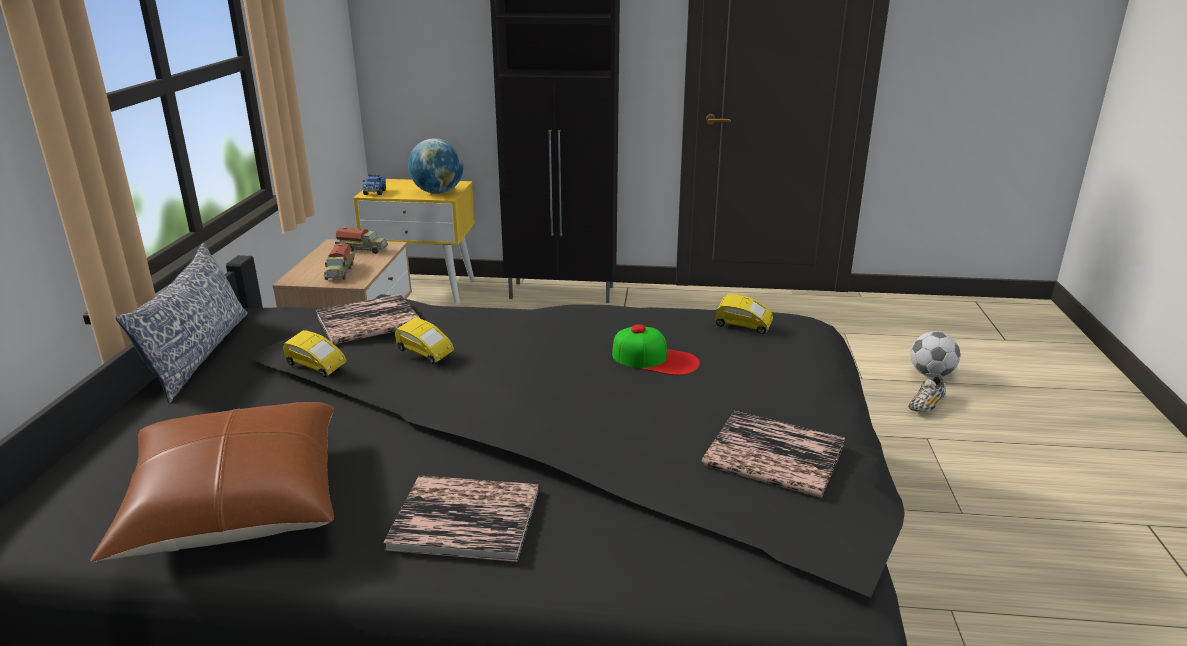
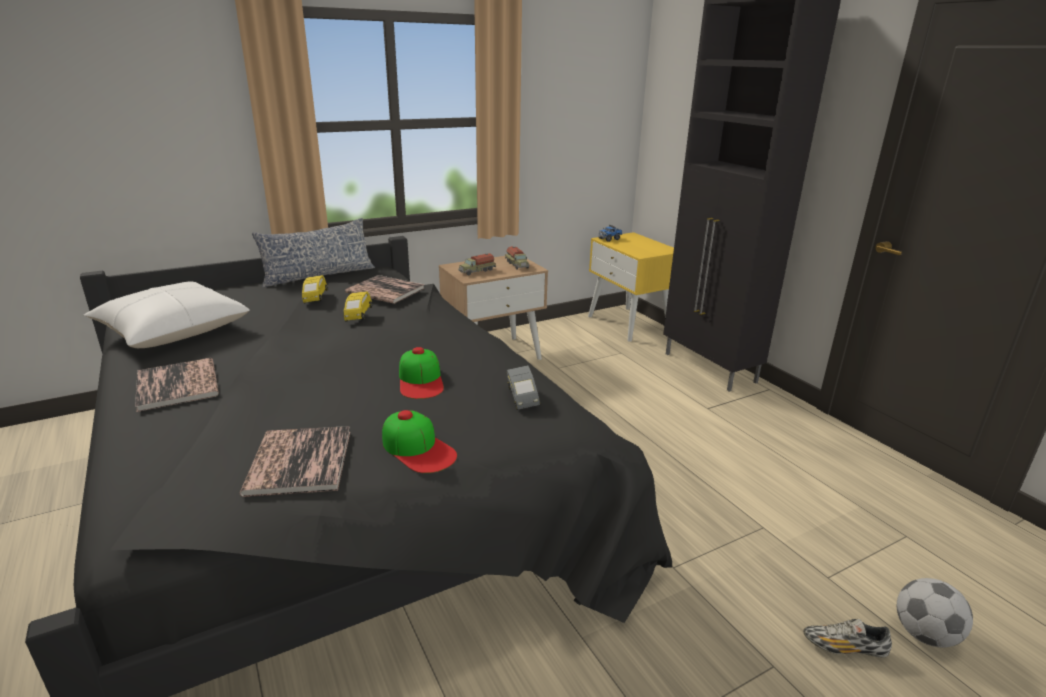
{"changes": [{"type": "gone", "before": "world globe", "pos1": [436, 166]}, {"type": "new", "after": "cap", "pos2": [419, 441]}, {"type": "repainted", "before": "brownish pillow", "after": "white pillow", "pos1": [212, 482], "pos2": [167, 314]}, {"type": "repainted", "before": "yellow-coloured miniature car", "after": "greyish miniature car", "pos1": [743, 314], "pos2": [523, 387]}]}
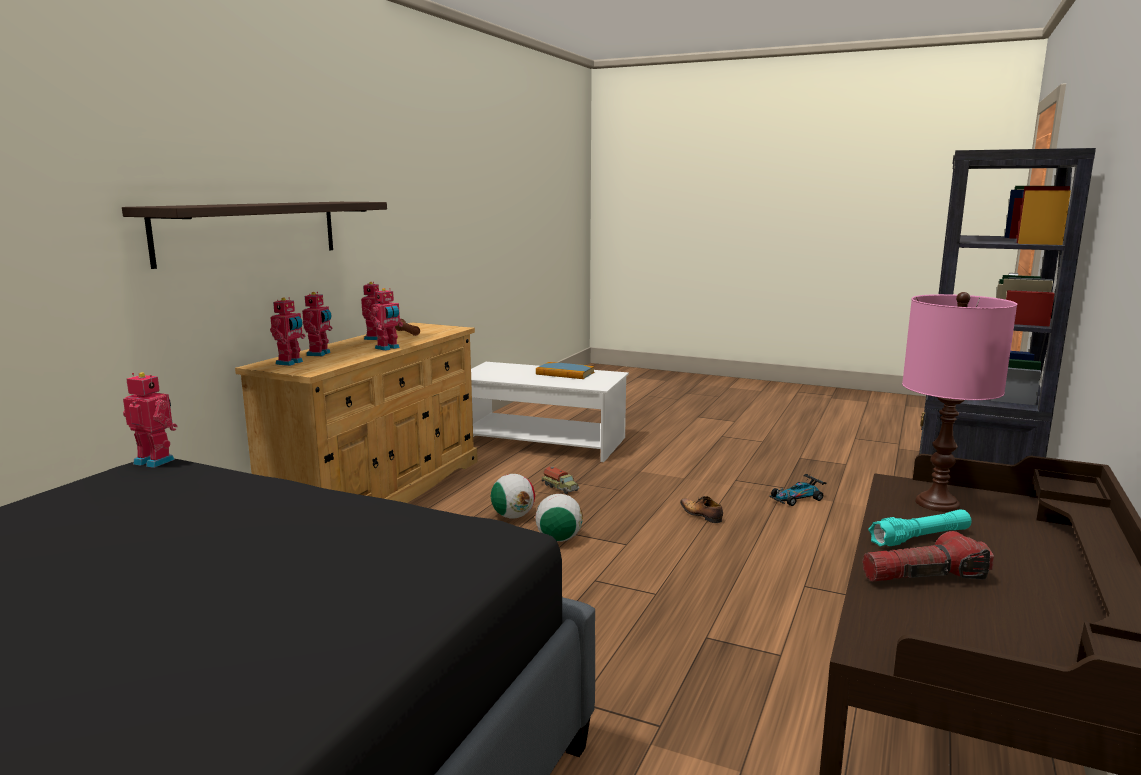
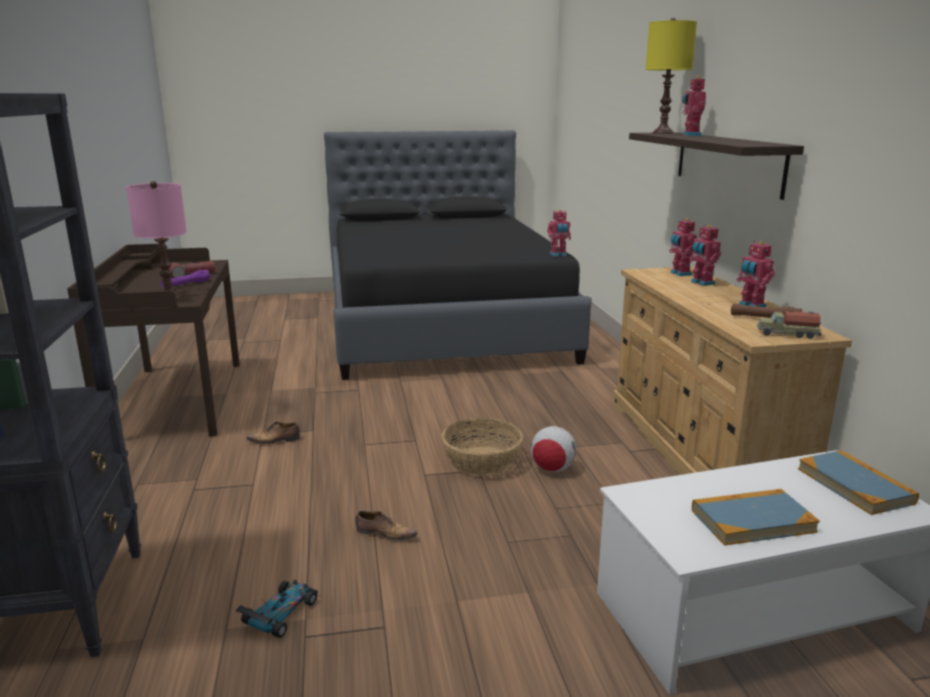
{"changes": [{"type": "new", "after": "low shoe", "pos2": [273, 433]}, {"type": "new", "after": "yellow-coloured table lamp", "pos2": [671, 76]}, {"type": "new", "after": "volume", "pos2": [858, 482]}, {"type": "shifted", "before": "model robot", "pos1": [386, 319], "pos2": [694, 106]}, {"type": "shifted", "before": "toy lorry", "pos1": [560, 480], "pos2": [789, 325]}, {"type": "swapped", "before": "ball for football", "after": "basket", "pos1": [559, 518], "pos2": [482, 447]}, {"type": "repainted", "before": "turquoise hand torch", "after": "purple-coloured hand torch", "pos1": [919, 527], "pos2": [186, 279]}]}
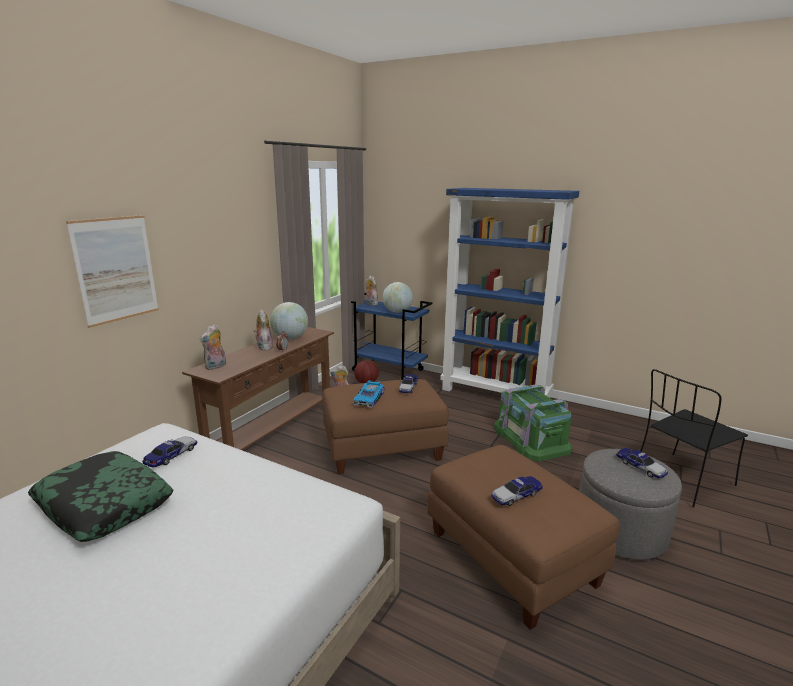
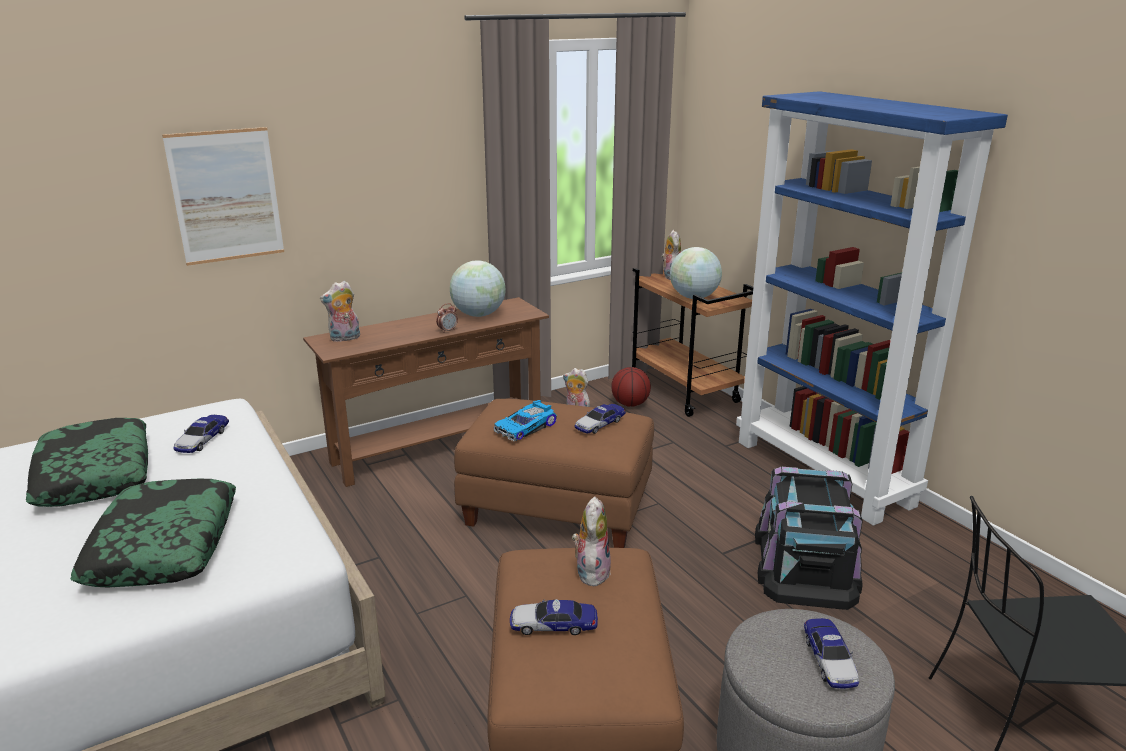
{"changes": [{"type": "new", "after": "pillow", "pos2": [153, 532]}, {"type": "shifted", "before": "plush toy", "pos1": [263, 329], "pos2": [591, 541]}, {"type": "repainted", "before": "blue cart", "after": "brownish cart", "pos1": [391, 336], "pos2": [692, 339]}, {"type": "repainted", "before": "green storage box", "after": "blackish storage box", "pos1": [533, 422], "pos2": [809, 538]}, {"type": "rotated", "before": "miniature car", "pos1": [169, 452], "pos2": [201, 434], "turn": 135}]}
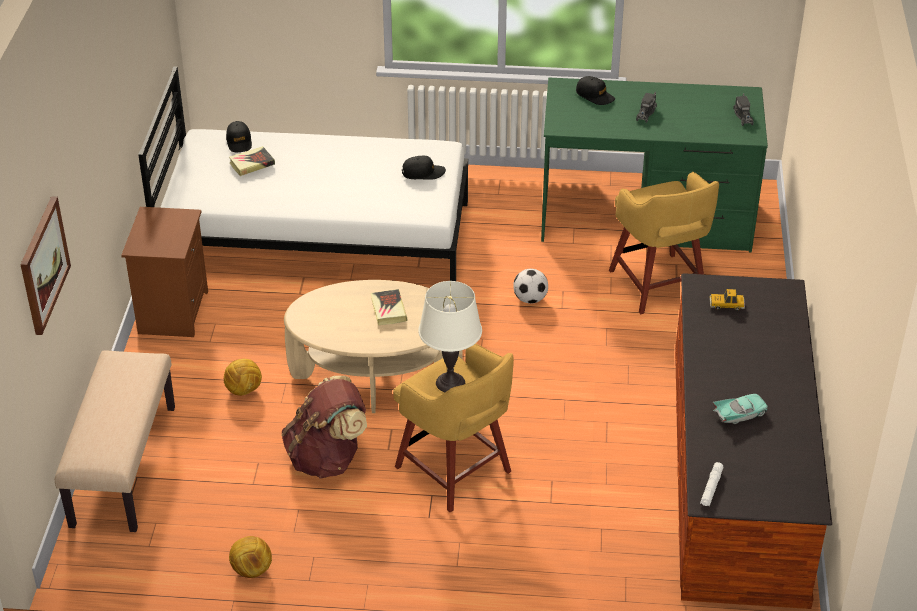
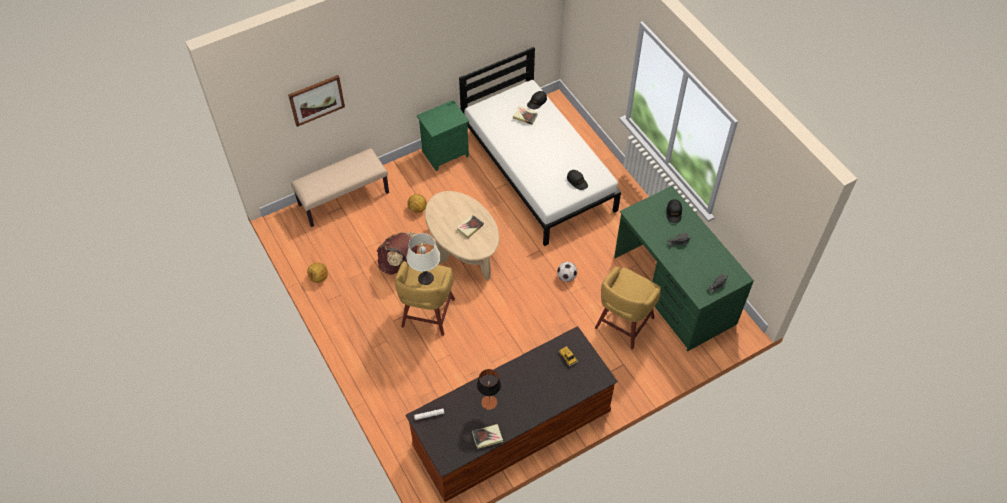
{"changes": [{"type": "new", "after": "volume", "pos2": [487, 436]}, {"type": "swapped", "before": "turquoise miniature car", "after": "table lamp", "pos1": [740, 409], "pos2": [489, 389]}, {"type": "repainted", "before": "brownish nightstand", "after": "green nightstand", "pos1": [164, 272], "pos2": [443, 135]}]}
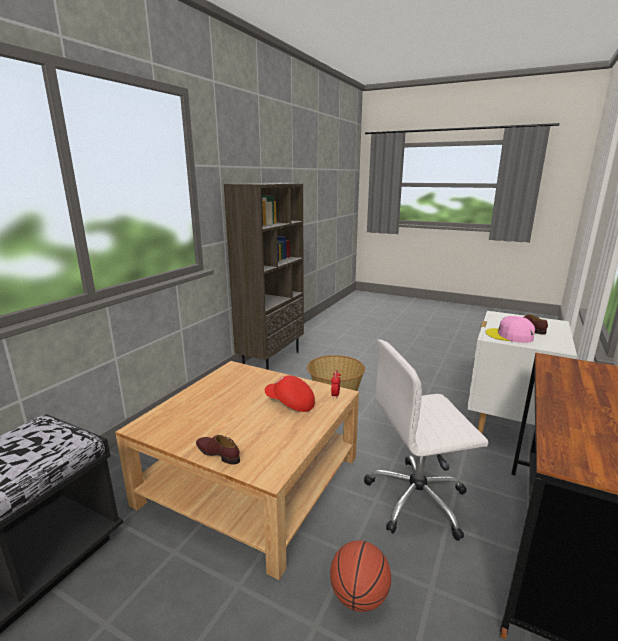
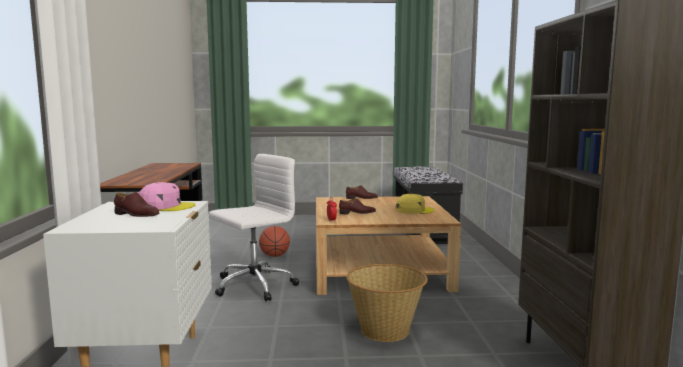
{"changes": [{"type": "new", "after": "yellow-coloured cap", "pos2": [415, 204]}, {"type": "swapped", "before": "red cap", "after": "brownish low shoe", "pos1": [290, 393], "pos2": [357, 206]}]}
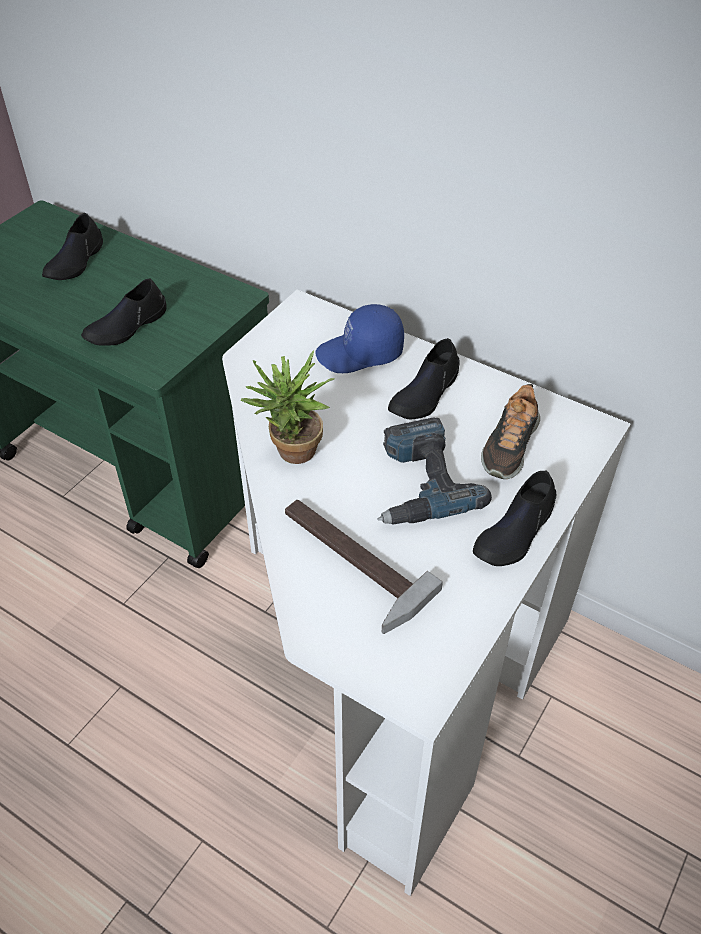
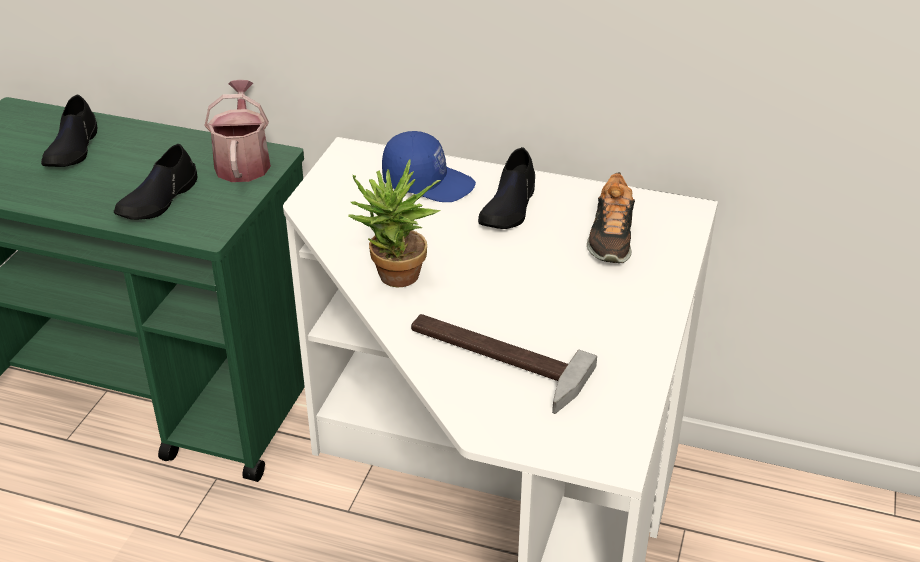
{"changes": [{"type": "gone", "before": "power drill", "pos1": [434, 471]}, {"type": "gone", "before": "blackish low shoe", "pos1": [514, 518]}, {"type": "new", "after": "watering can", "pos2": [237, 131]}, {"type": "rotated", "before": "blue cap", "pos1": [359, 338], "pos2": [429, 166], "turn": -135}]}
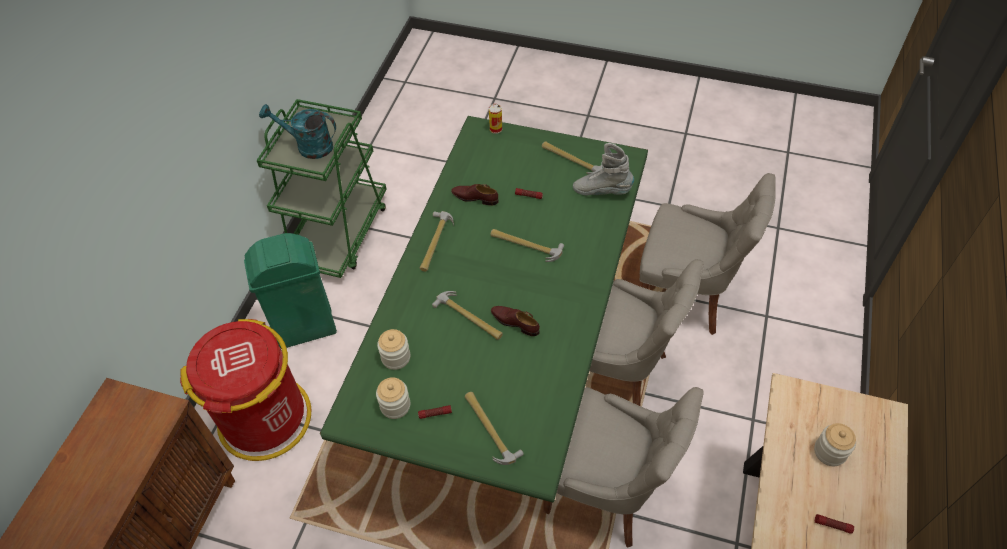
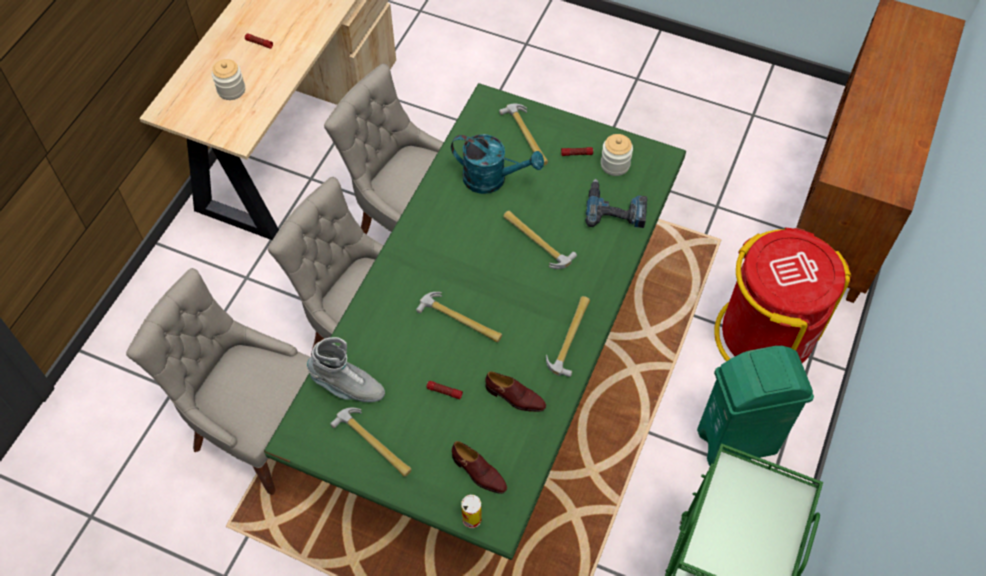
{"changes": [{"type": "shifted", "before": "turquoise watering can", "pos1": [297, 131], "pos2": [497, 164]}, {"type": "shifted", "before": "brownish low shoe", "pos1": [515, 321], "pos2": [479, 467]}, {"type": "swapped", "before": "preserve jar", "after": "power drill", "pos1": [393, 349], "pos2": [616, 203]}]}
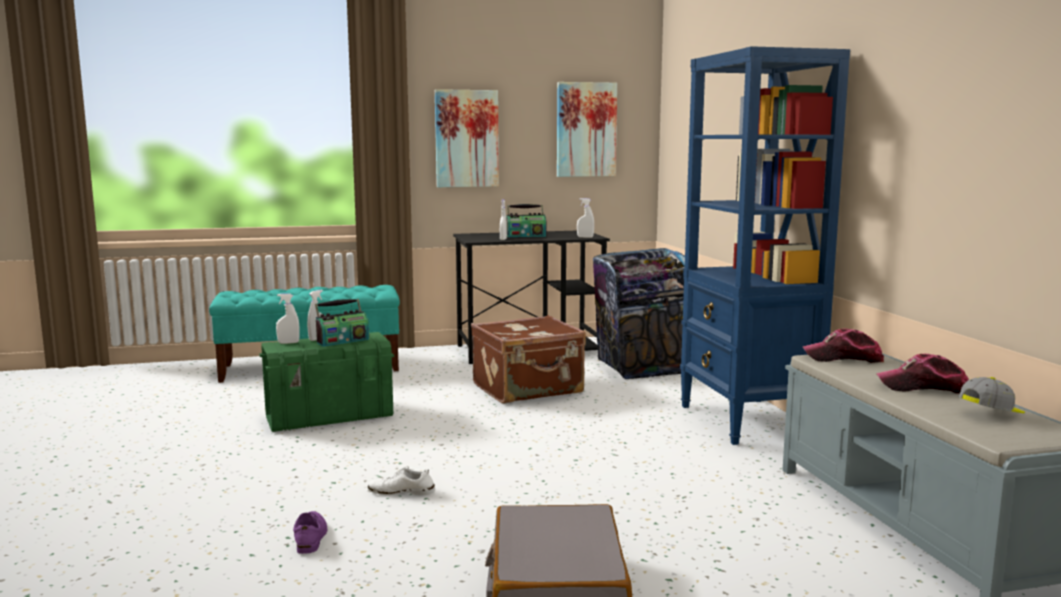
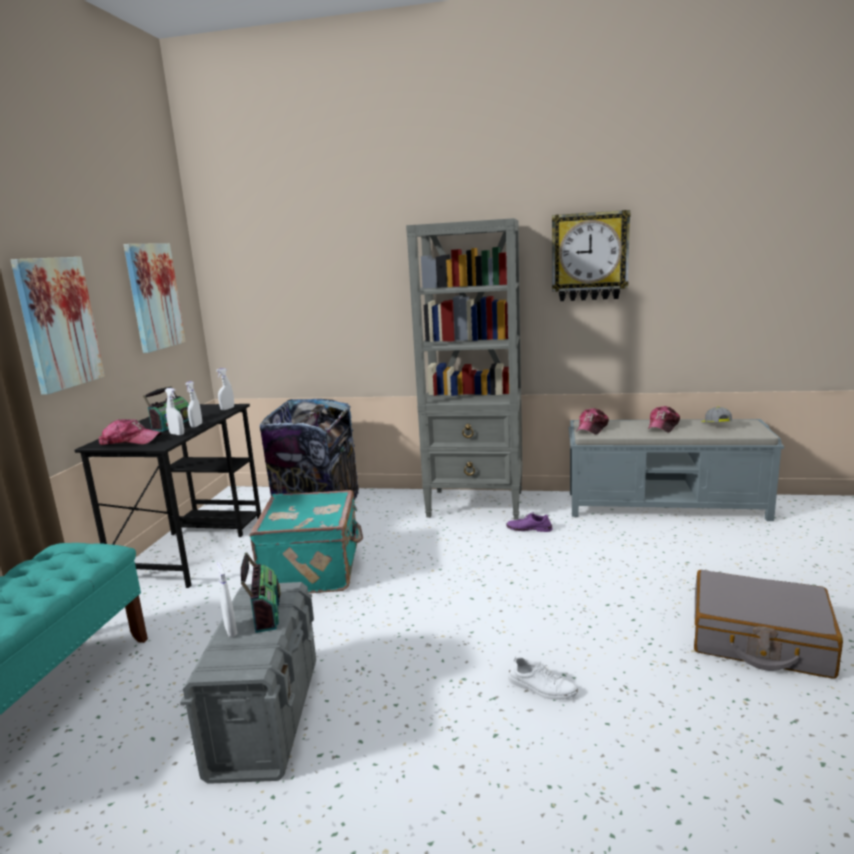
{"changes": [{"type": "new", "after": "cap", "pos2": [130, 432]}, {"type": "new", "after": "wall clock", "pos2": [591, 255]}, {"type": "shifted", "before": "white hand sprayer", "pos1": [288, 318], "pos2": [193, 404]}, {"type": "shifted", "before": "purple-coloured low shoe", "pos1": [310, 532], "pos2": [529, 522]}, {"type": "repainted", "before": "green storage box", "after": "greyish storage box", "pos1": [326, 382], "pos2": [248, 683]}, {"type": "repainted", "before": "brownish piece of luggage", "after": "turquoise piece of luggage", "pos1": [528, 359], "pos2": [306, 542]}, {"type": "repainted", "before": "blue bookshelf", "after": "greyish bookshelf", "pos1": [765, 245], "pos2": [464, 369]}, {"type": "rotated", "before": "white low shoe", "pos1": [401, 480], "pos2": [543, 678], "turn": -90}]}
